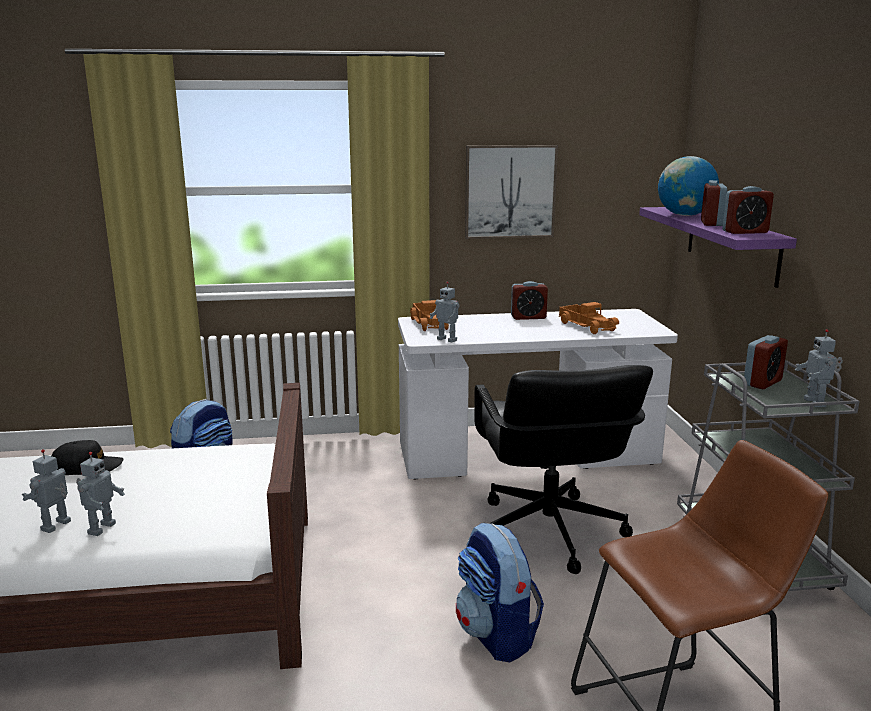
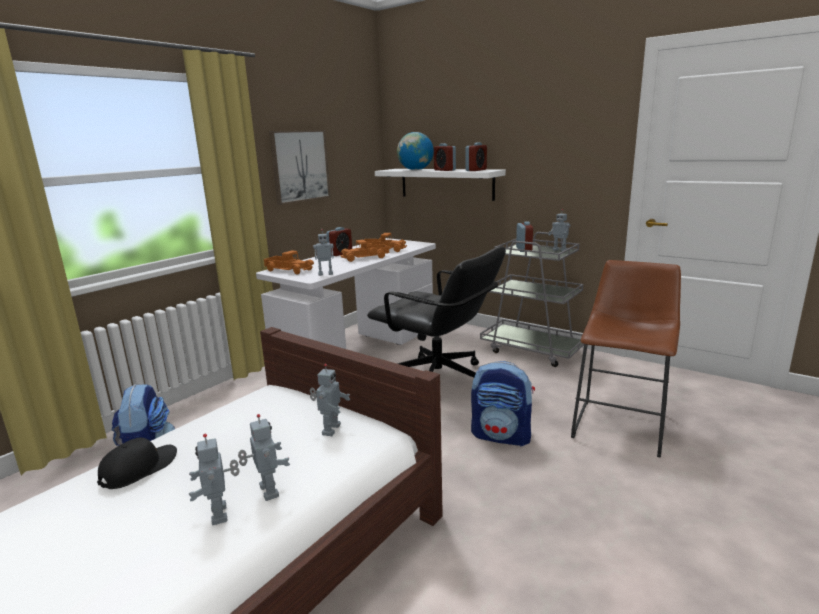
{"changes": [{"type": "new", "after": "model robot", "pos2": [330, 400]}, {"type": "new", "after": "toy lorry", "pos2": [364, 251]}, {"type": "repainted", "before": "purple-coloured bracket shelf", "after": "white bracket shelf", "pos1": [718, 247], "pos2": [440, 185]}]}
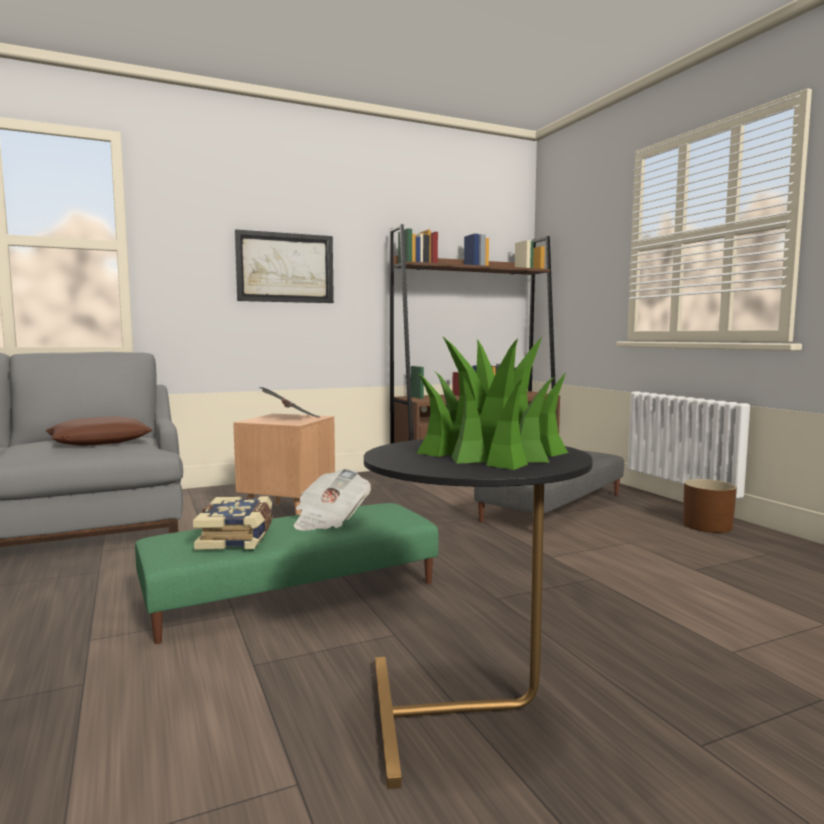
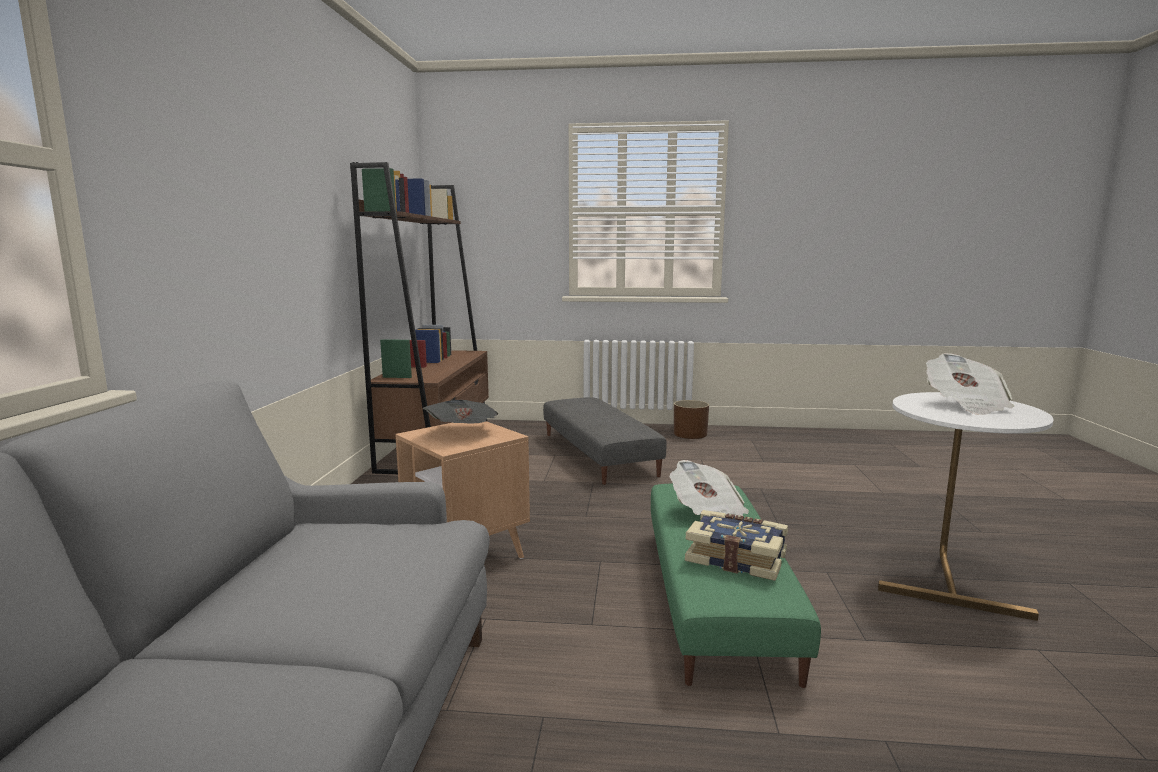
{"changes": [{"type": "gone", "before": "brownish pillow", "pos1": [99, 431]}, {"type": "gone", "before": "picture", "pos1": [284, 266]}, {"type": "swapped", "before": "houseplant", "after": "daily paper", "pos1": [492, 403], "pos2": [970, 384]}, {"type": "repainted", "before": "blackish side table", "after": "white side table", "pos1": [478, 614], "pos2": [965, 506]}]}
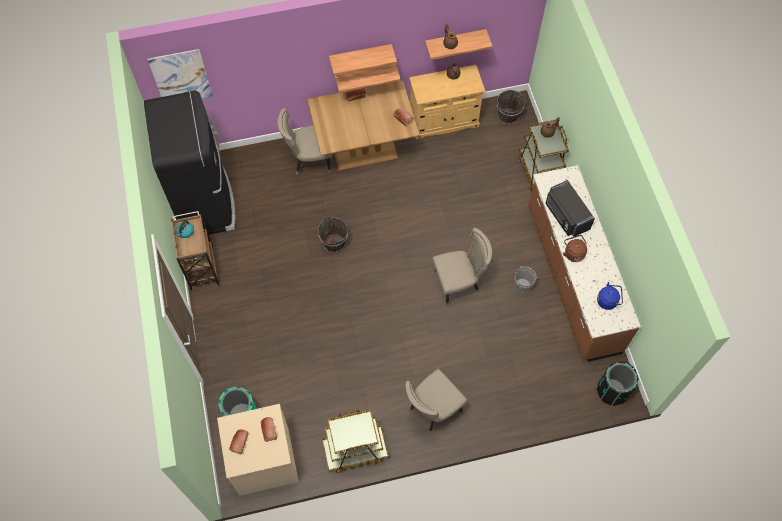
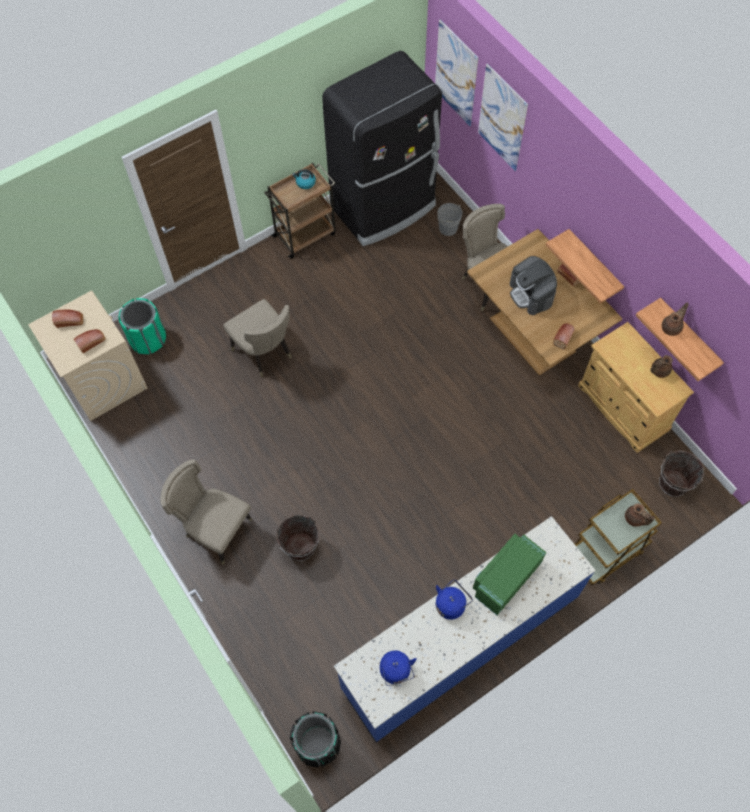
{"changes": [{"type": "gone", "before": "brownish cart", "pos1": [355, 441]}, {"type": "gone", "before": "bracket shelf", "pos1": [363, 60]}, {"type": "new", "after": "picture", "pos2": [503, 117]}, {"type": "new", "after": "coffee machine", "pos2": [533, 285]}, {"type": "shifted", "before": "brownish pail", "pos1": [333, 234], "pos2": [298, 538]}, {"type": "shifted", "before": "beige upright chair", "pos1": [462, 267], "pos2": [257, 338]}, {"type": "shifted", "before": "greyish pail", "pos1": [526, 279], "pos2": [449, 219]}, {"type": "repainted", "before": "brownish counter", "after": "blue counter", "pos1": [584, 263], "pos2": [465, 629]}, {"type": "repainted", "before": "blackish kitchen microwave", "after": "green kitchen microwave", "pos1": [570, 208], "pos2": [509, 574]}, {"type": "repainted", "before": "brownish water kettle", "after": "blue water kettle", "pos1": [575, 248], "pos2": [454, 600]}]}
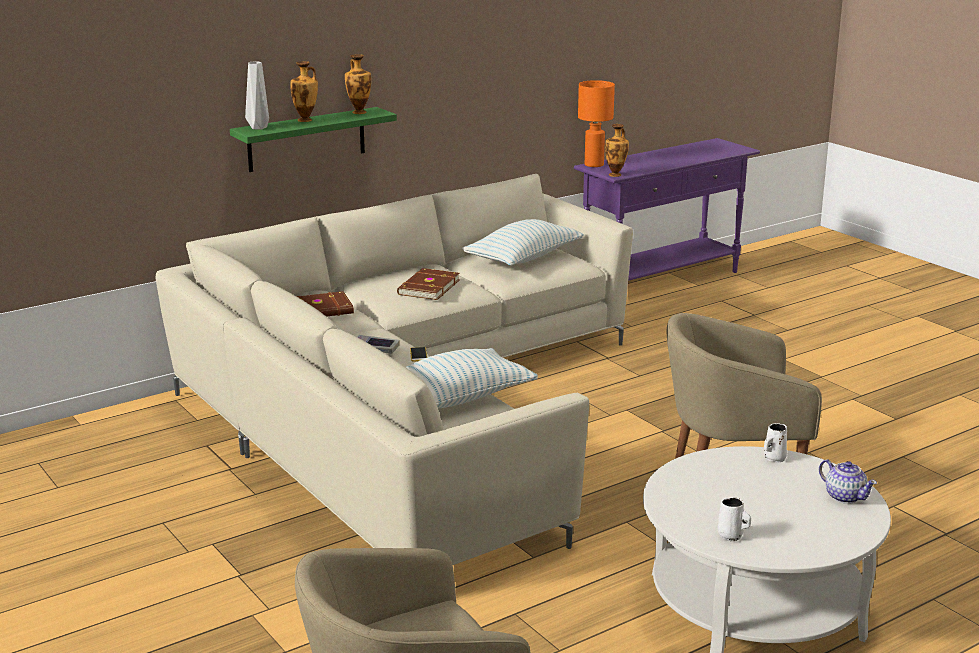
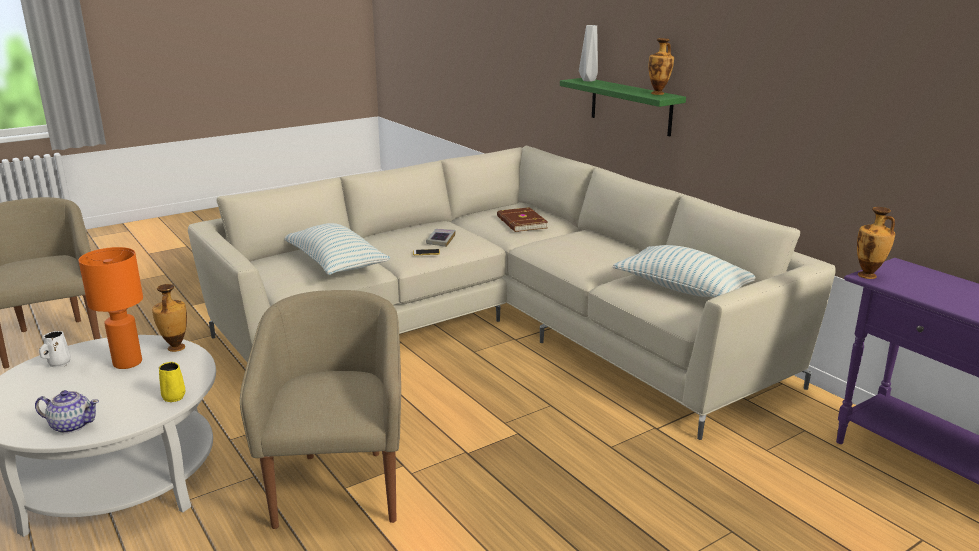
{"changes": [{"type": "gone", "before": "brownish volume", "pos1": [428, 284]}, {"type": "shifted", "before": "decorative vase", "pos1": [304, 91], "pos2": [169, 318]}, {"type": "shifted", "before": "orange table lamp", "pos1": [596, 123], "pos2": [110, 308]}, {"type": "repainted", "before": "white mug", "after": "yellow-coloured mug", "pos1": [775, 442], "pos2": [172, 382]}, {"type": "rotated", "before": "teapot", "pos1": [848, 481], "pos2": [67, 411], "turn": -135}]}
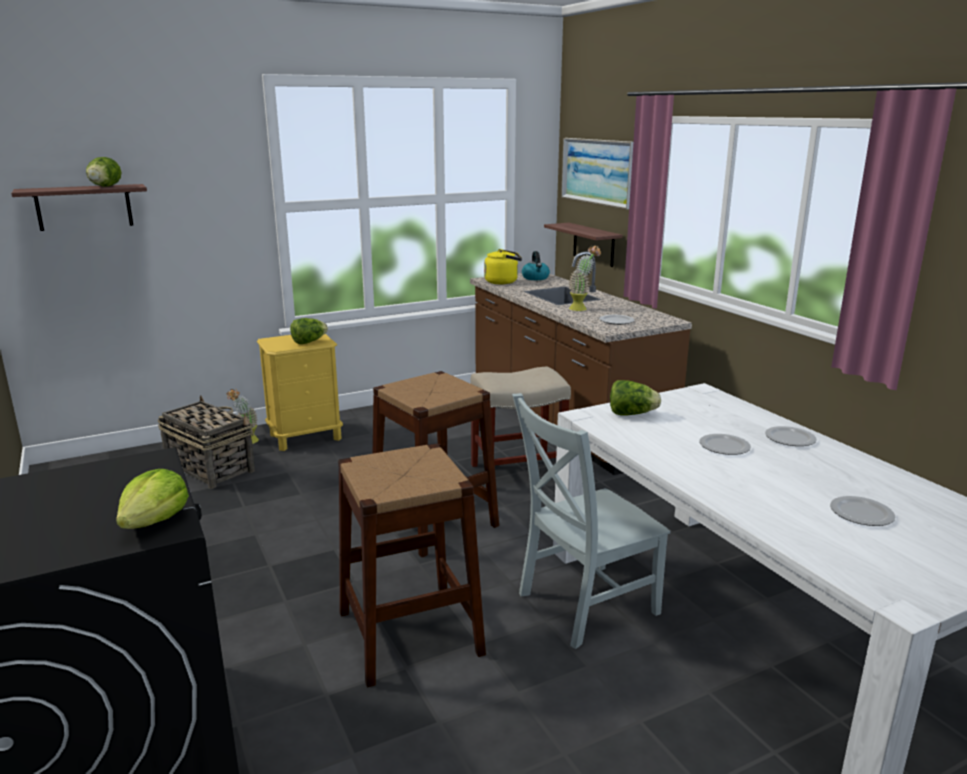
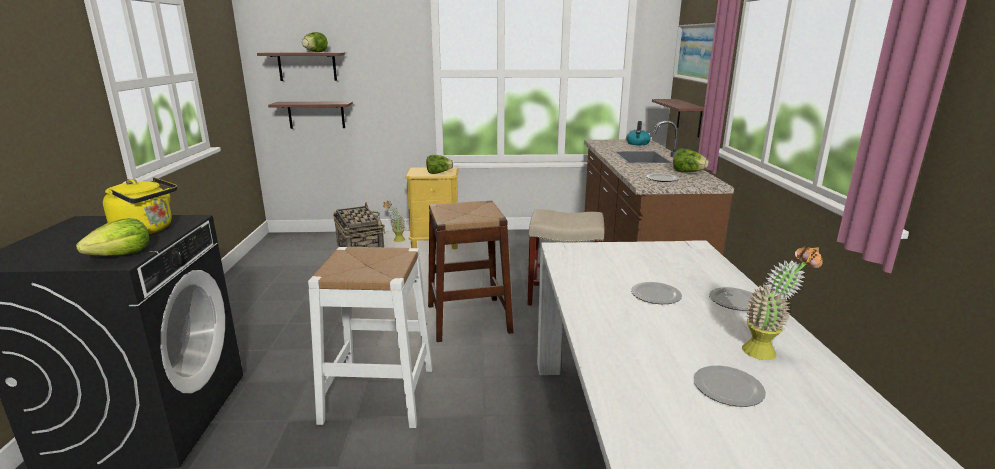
{"changes": [{"type": "gone", "before": "greyish upright chair", "pos1": [591, 521]}, {"type": "new", "after": "bracket shelf", "pos2": [310, 115]}, {"type": "shifted", "before": "yellow-coloured water kettle", "pos1": [503, 266], "pos2": [140, 205]}, {"type": "shifted", "before": "houseplant", "pos1": [585, 278], "pos2": [782, 303]}, {"type": "shifted", "before": "head of lettuce", "pos1": [635, 398], "pos2": [691, 161]}, {"type": "repainted", "before": "brownish stool", "after": "white stool", "pos1": [412, 565], "pos2": [370, 337]}]}
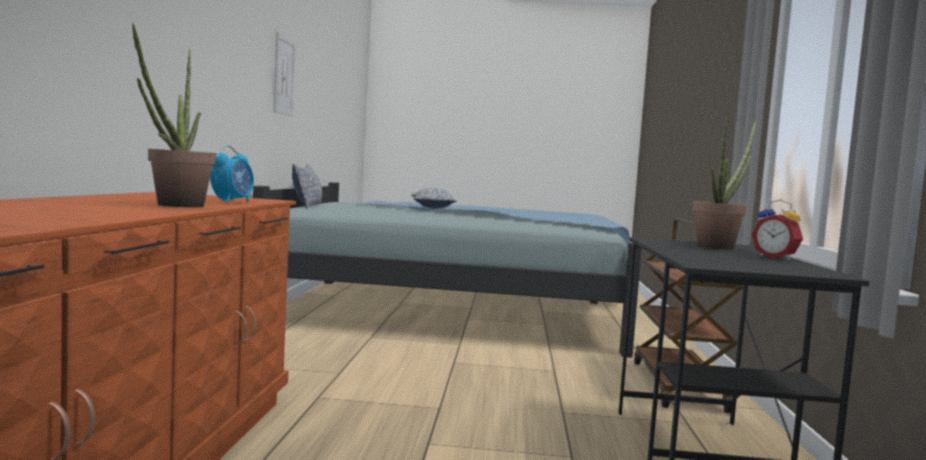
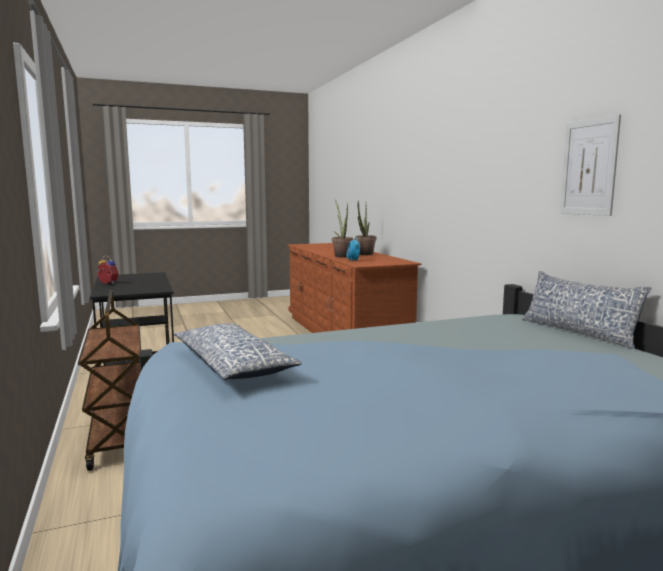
{"changes": [{"type": "shifted", "before": "pillow", "pos1": [434, 198], "pos2": [238, 351]}, {"type": "shifted", "before": "houseplant", "pos1": [724, 182], "pos2": [366, 228]}]}
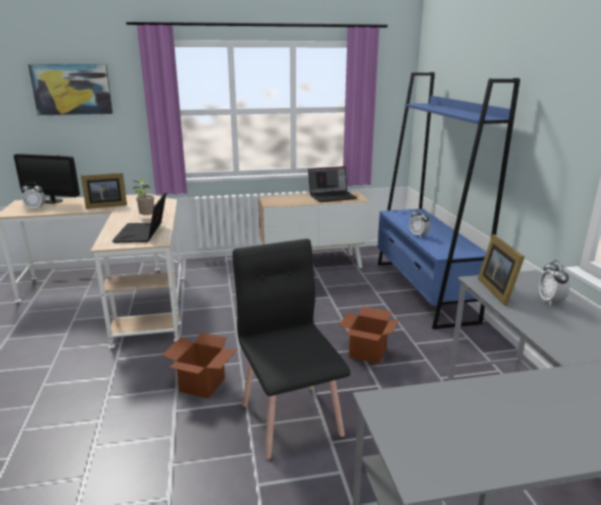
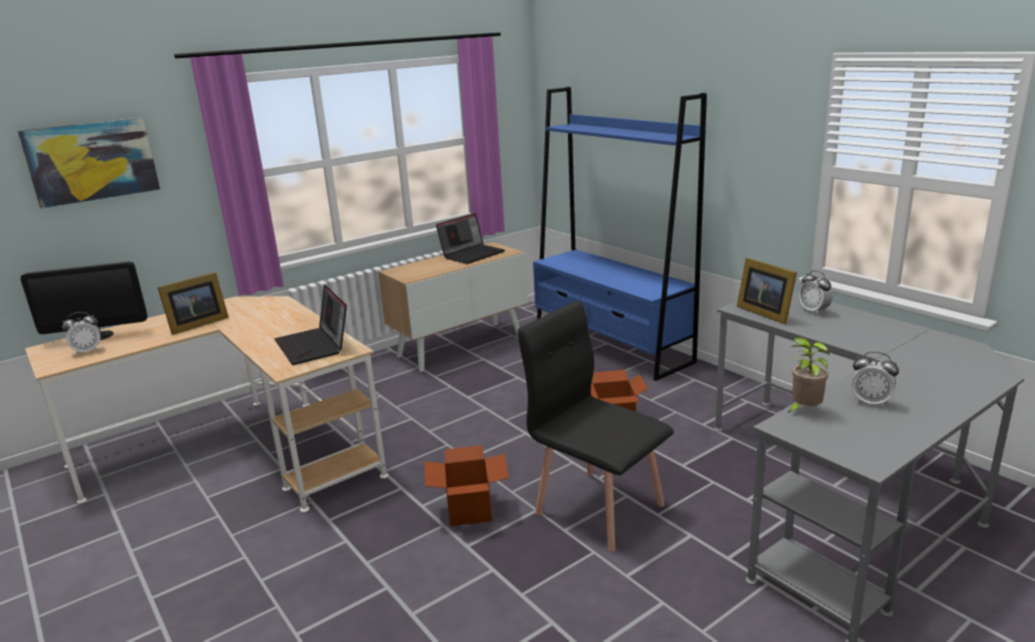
{"changes": [{"type": "shifted", "before": "houseplant", "pos1": [143, 197], "pos2": [809, 375]}, {"type": "shifted", "before": "alarm clock", "pos1": [419, 223], "pos2": [875, 380]}]}
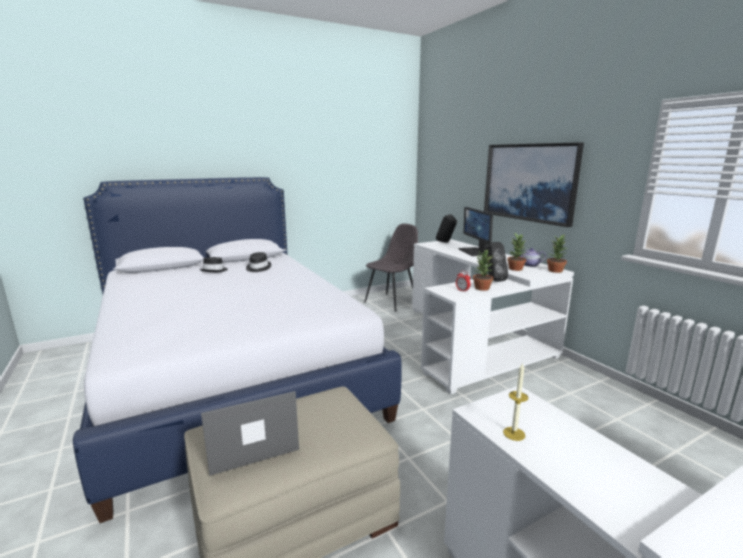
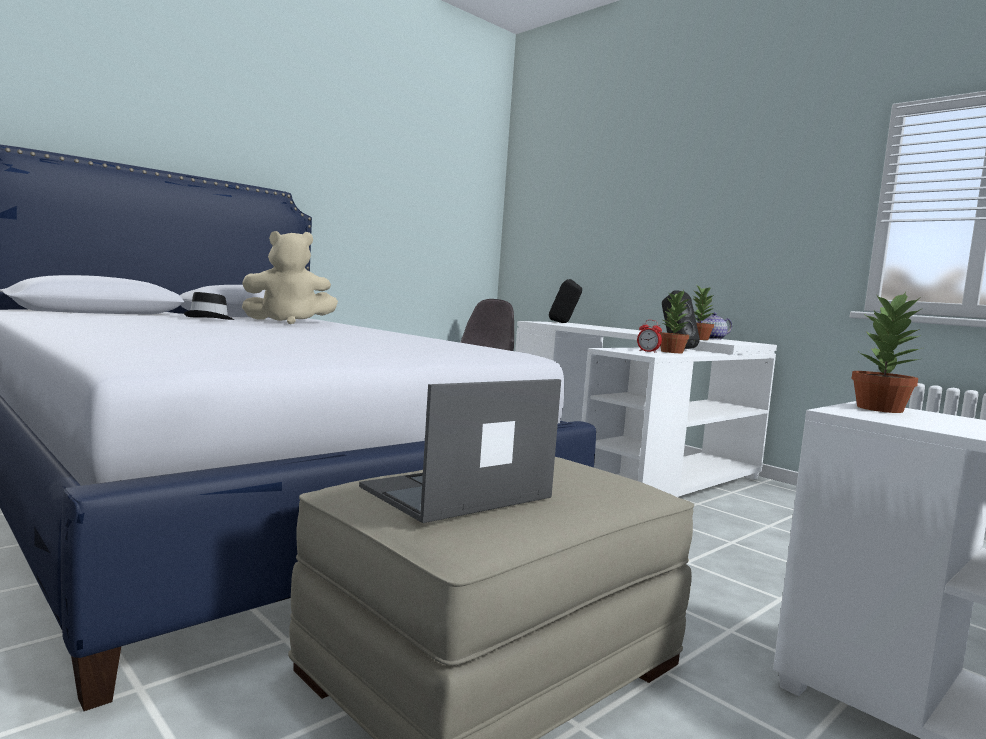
{"changes": [{"type": "gone", "before": "computer display", "pos1": [475, 231]}, {"type": "gone", "before": "picture", "pos1": [534, 184]}, {"type": "gone", "before": "wax candle", "pos1": [515, 401]}, {"type": "shifted", "before": "houseplant", "pos1": [557, 253], "pos2": [886, 352]}, {"type": "swapped", "before": "blackish wearable hat", "after": "beige plush toy", "pos1": [258, 262], "pos2": [290, 277]}]}
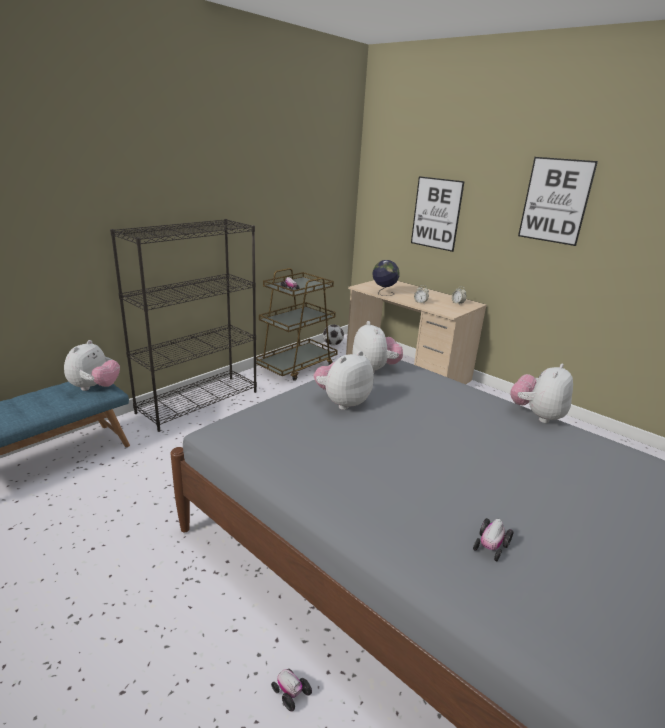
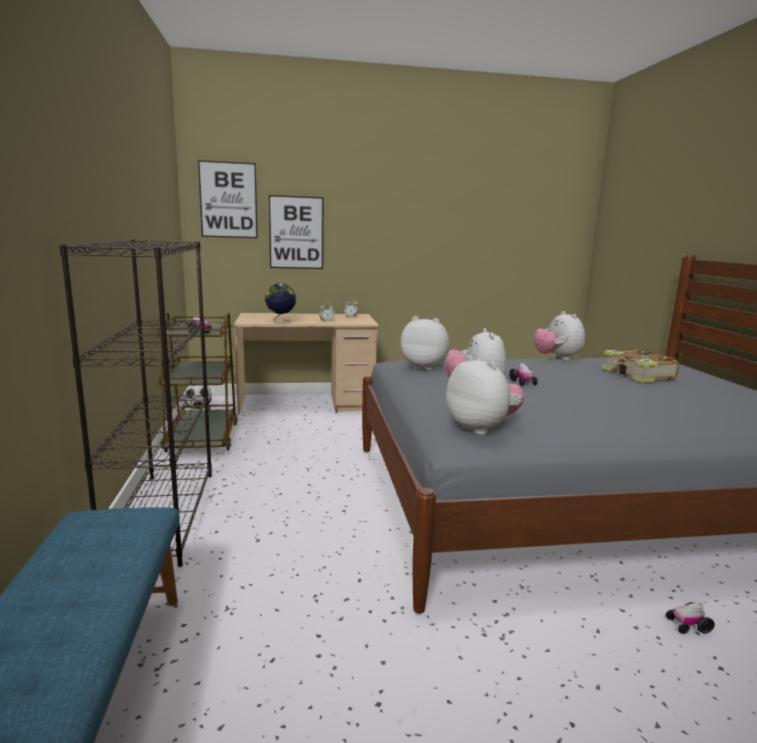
{"changes": [{"type": "new", "after": "volume", "pos2": [641, 366]}, {"type": "shifted", "before": "plush toy", "pos1": [92, 365], "pos2": [485, 395]}, {"type": "shifted", "before": "miniature car", "pos1": [493, 539], "pos2": [523, 374]}, {"type": "shifted", "before": "picture", "pos1": [558, 201], "pos2": [228, 199]}]}
